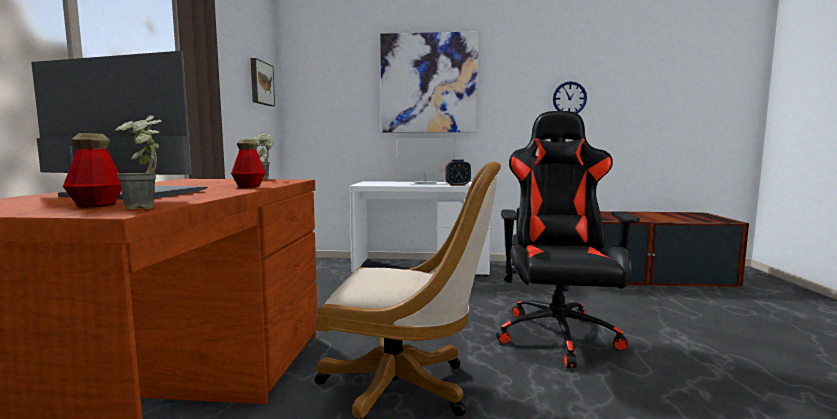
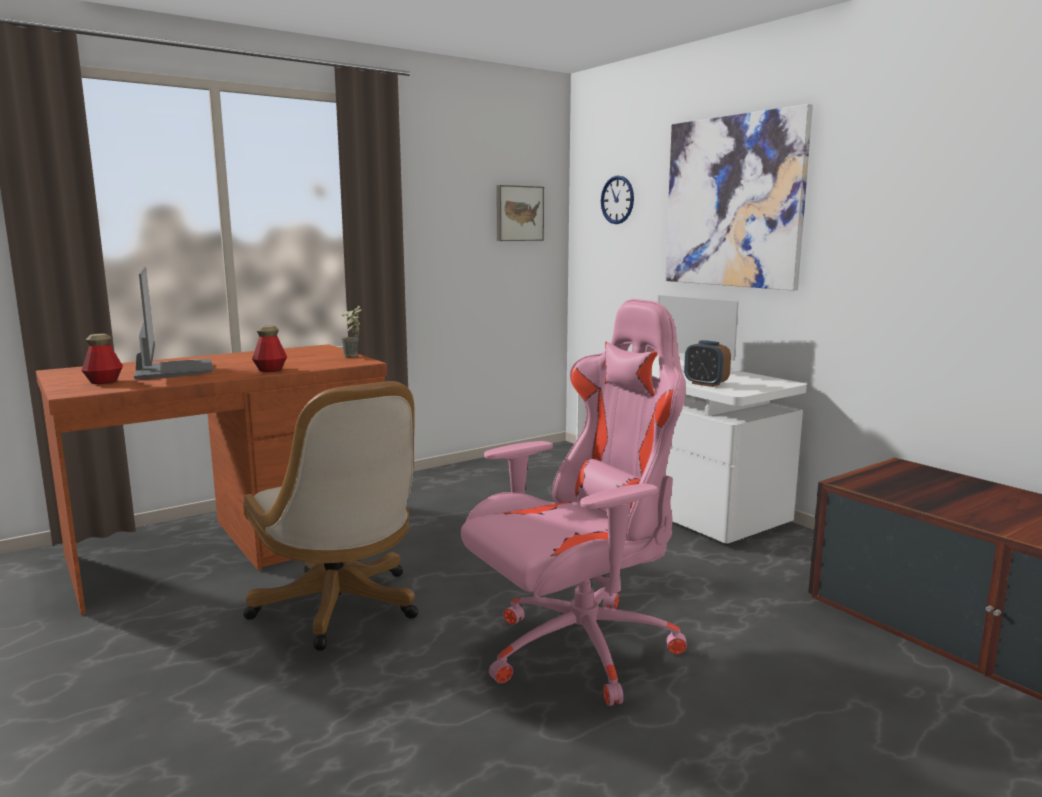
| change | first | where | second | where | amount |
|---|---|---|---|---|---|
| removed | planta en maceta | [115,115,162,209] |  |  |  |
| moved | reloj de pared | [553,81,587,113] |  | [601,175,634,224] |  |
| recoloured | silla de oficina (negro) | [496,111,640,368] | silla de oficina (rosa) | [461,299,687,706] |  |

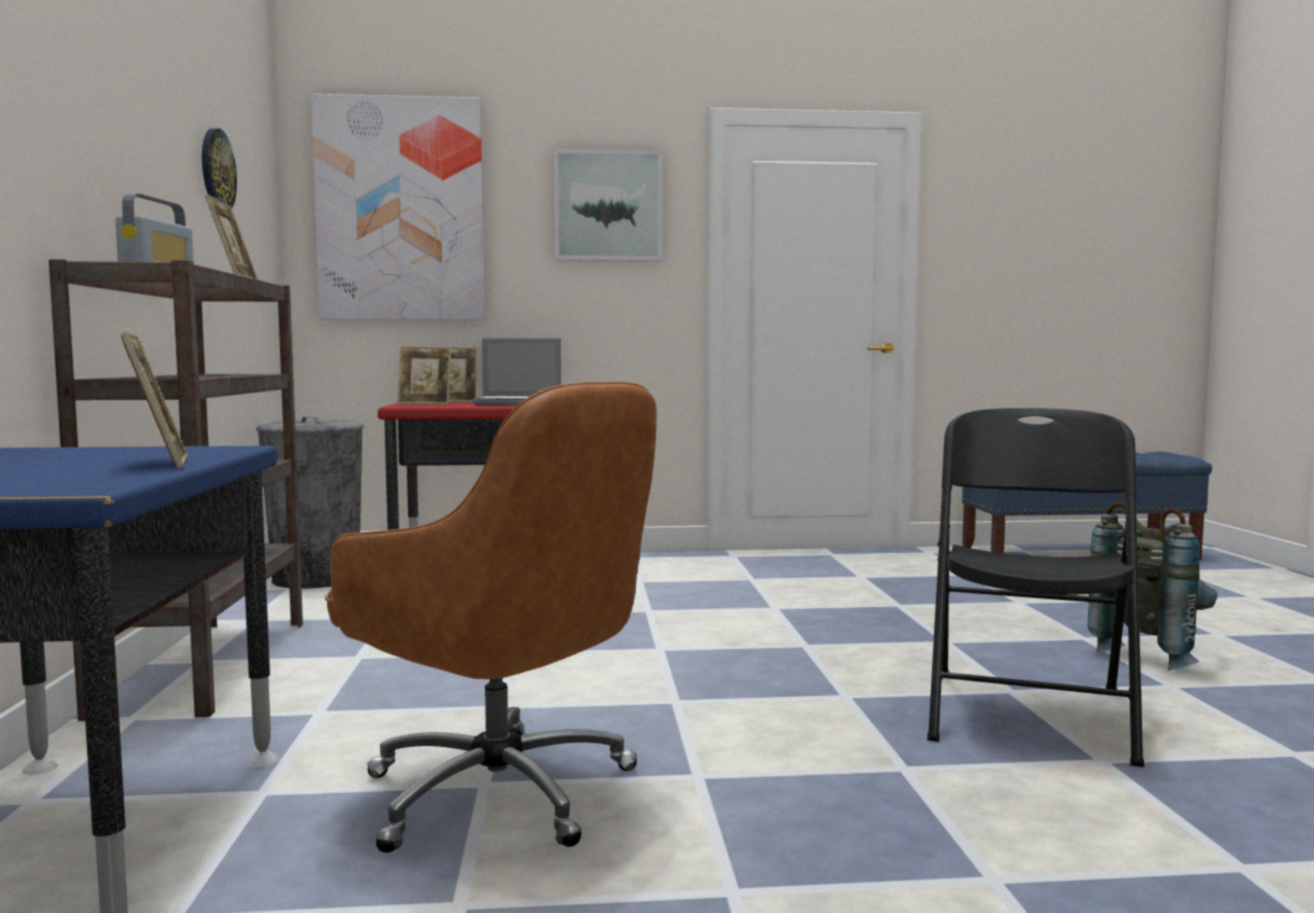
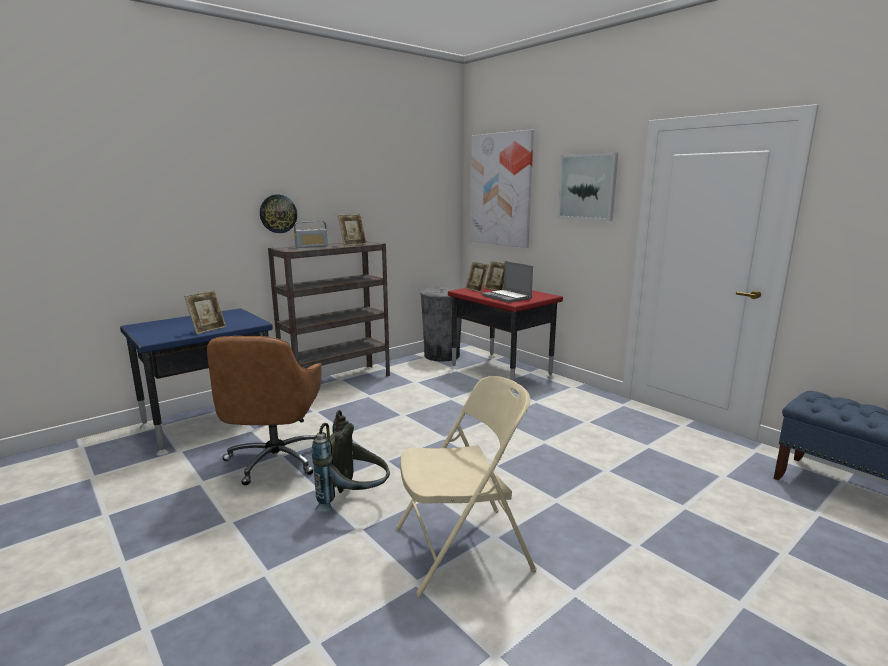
| change | first | where | second | where | amount |
|---|---|---|---|---|---|
| moved | reloj de pared | [202,128,237,208] |  | [260,195,297,233] |  |
| moved | mochila (gris) | [1088,502,1217,671] |  | [312,410,390,512] |  |
| recoloured | silla (negro) | [927,408,1144,767] | silla (beis) | [396,376,536,598] |  |

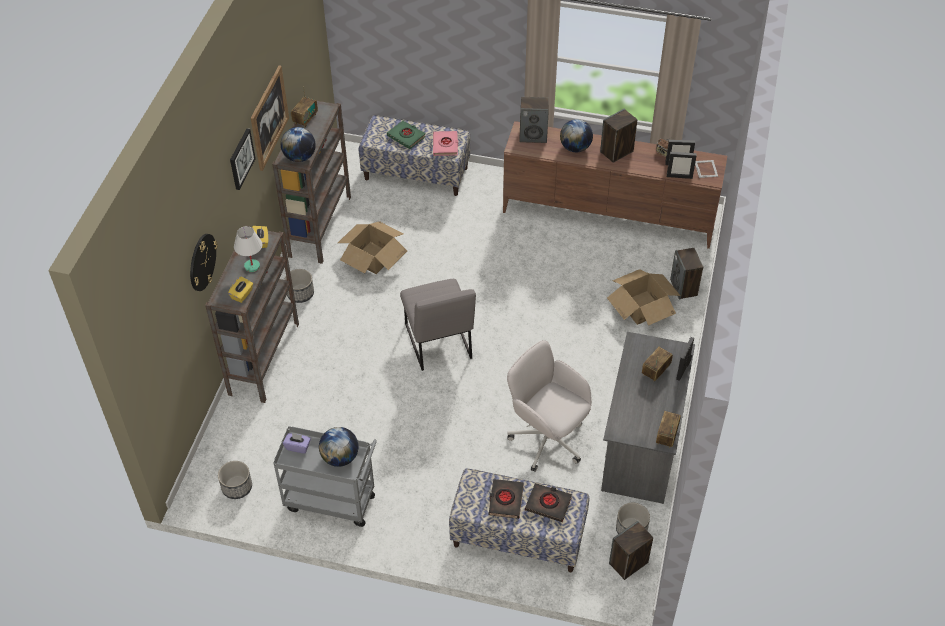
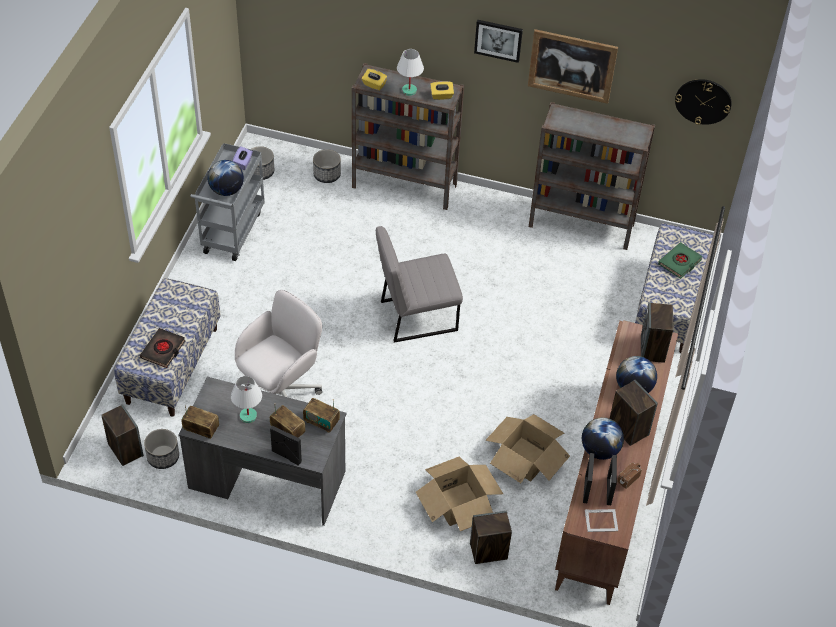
| change | first | where | second | where | amount |
|---|---|---|---|---|---|
| removed | libro (rosa) | [433,131,458,156] |  |  |  |
| removed | libro (negro) | [489,479,524,519] |  |  |  |
| added |  |  | lámpara de mesa (blanco) | [231,376,262,423] |  |
| moved | reloj de pared | [190,234,218,291] |  | [675,79,732,125] |  |
| moved | globo terráqueo | [281,127,316,162] |  | [582,417,624,460] |  |
| moved | maceta | [284,269,314,303] |  | [313,149,341,183] |  |
| moved | radio | [291,87,318,127] |  | [303,398,340,433] |  |
| moved | caja de cartón | [338,221,407,274] |  | [485,414,570,483] |  |

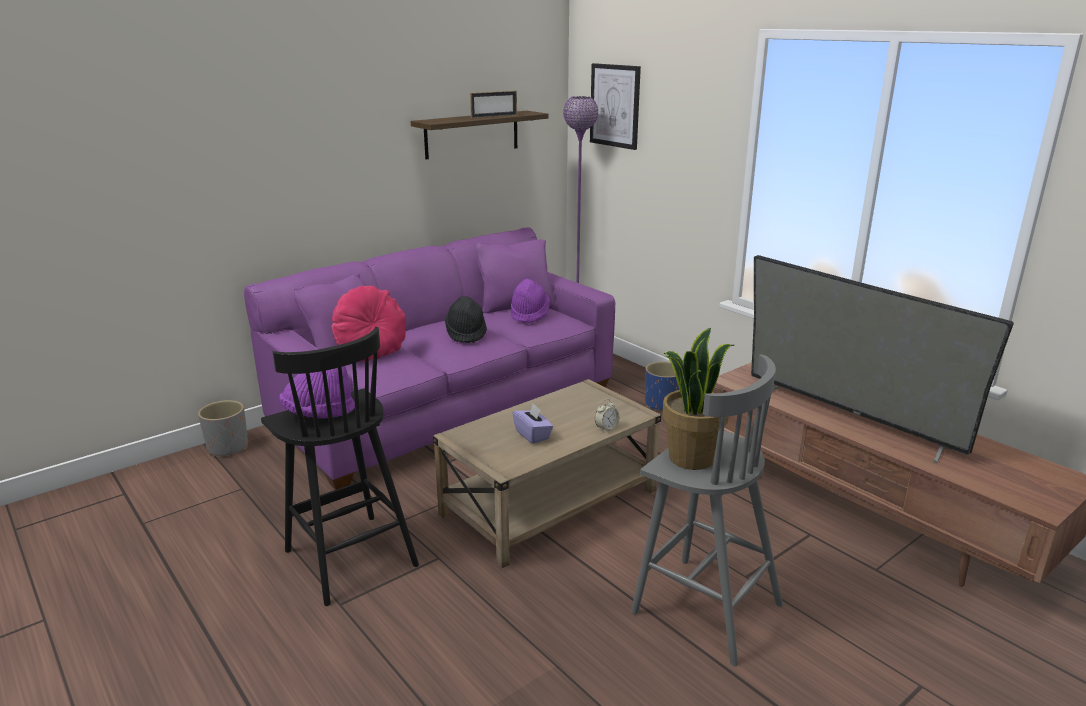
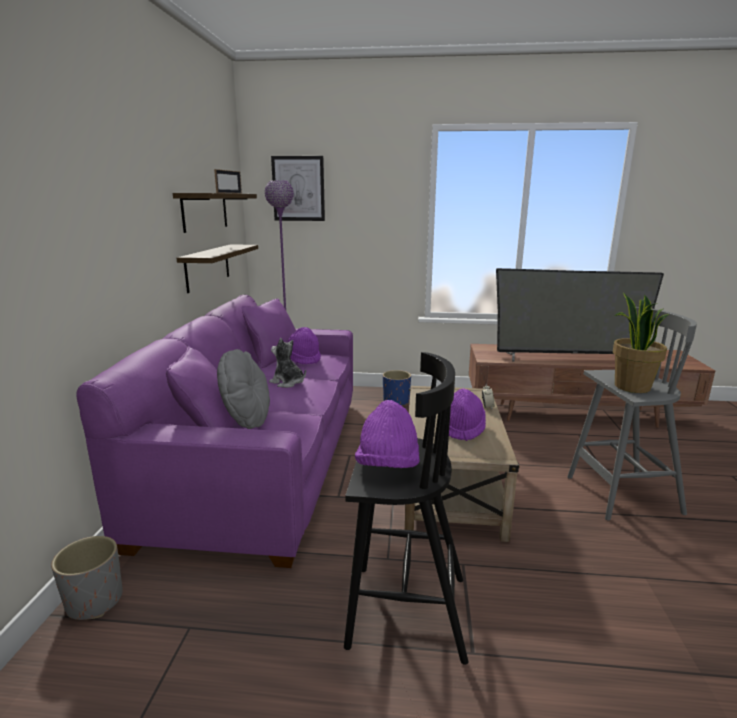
| change | first | where | second | where | amount |
|---|---|---|---|---|---|
| added |  |  | estante | [177,244,258,293] |  |
| replaced | sombrero (negro) | [445,296,487,343] | peluche | [269,338,306,388] |  |
| replaced | caja de pañuelos (morado) | [512,404,553,444] | sombrero (morado) | [449,389,486,441] |  |
| recoloured | cojín (rosa) | [331,286,406,362] | cojín (gris) | [217,349,270,429] |  |

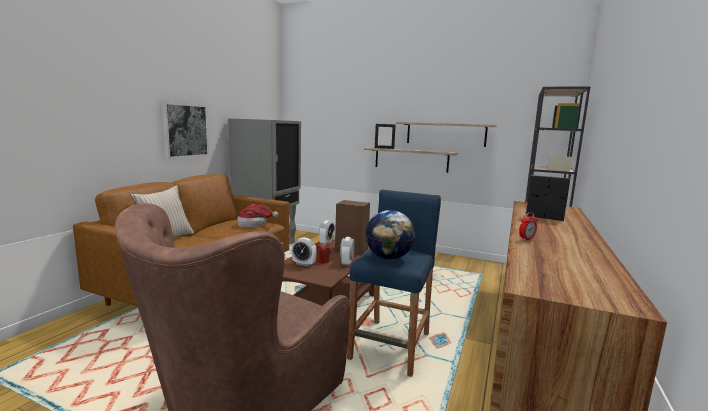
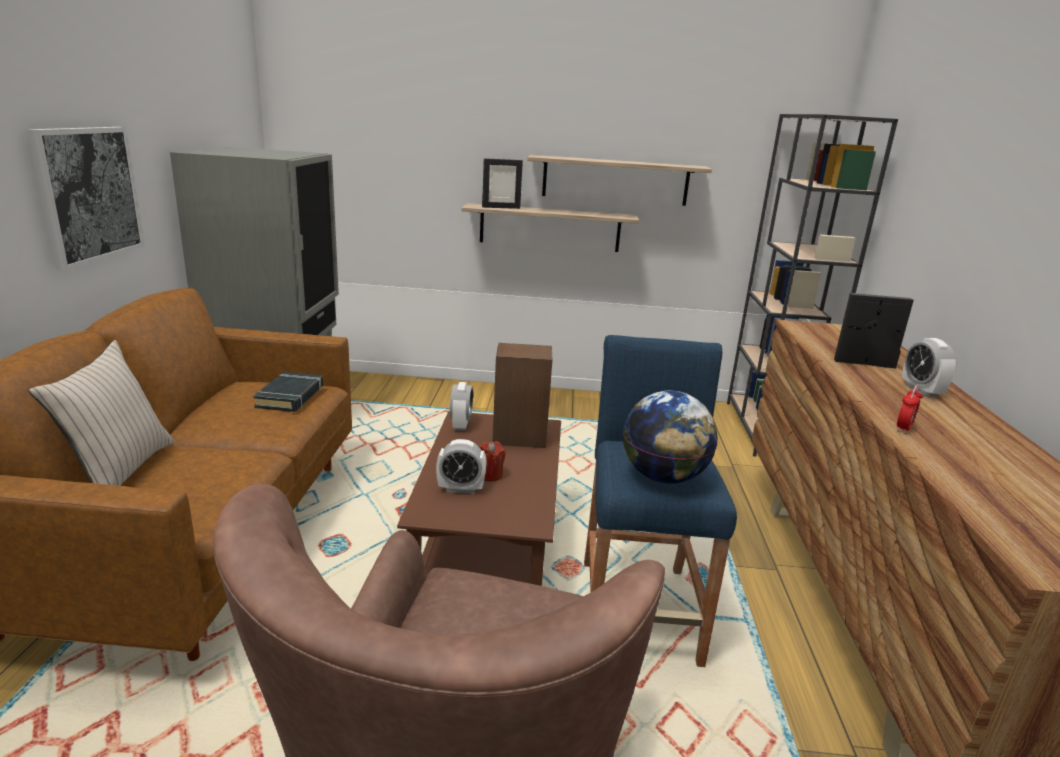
| change | first | where | second | where | amount |
|---|---|---|---|---|---|
| moved | despertador | [340,237,355,266] |  | [902,338,956,397] |  |
| replaced | sombrero | [237,204,279,228] | libro (negro) | [253,372,323,412] |  |

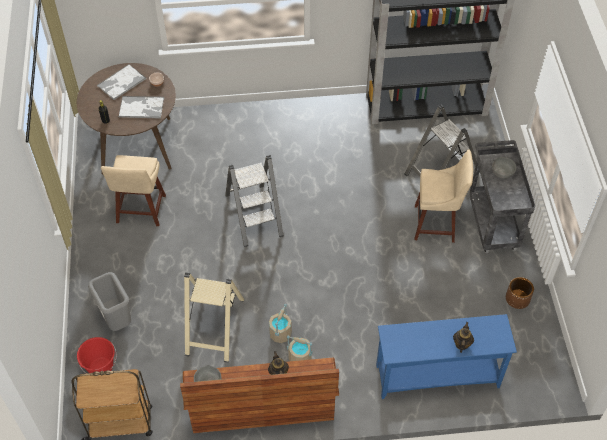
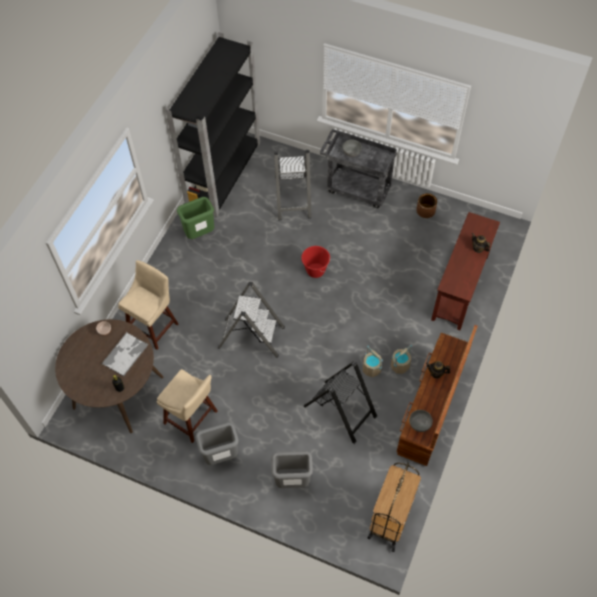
| change | first | where | second | where | amount |
|---|---|---|---|---|---|
| removed | bandeja | [97,64,146,100] |  |  |  |
| added |  |  | papelera (verde) | [177,197,214,239] |  |
| added |  |  | papelera (gris) | [195,422,239,465] |  |
| moved | cubo (rojo) | [77,337,117,374] |  | [301,246,330,278] |  |
| moved | silla (beis) | [415,150,473,243] |  | [118,260,178,350] |  |
| recoloured | escalera de tijera (beis) | [184,272,244,363] | escalera de tijera (negro) | [303,361,377,444] |  |
| recoloured | mesa consola (azul) | [376,314,517,399] | mesa consola (marrón) | [431,212,500,330] |  |

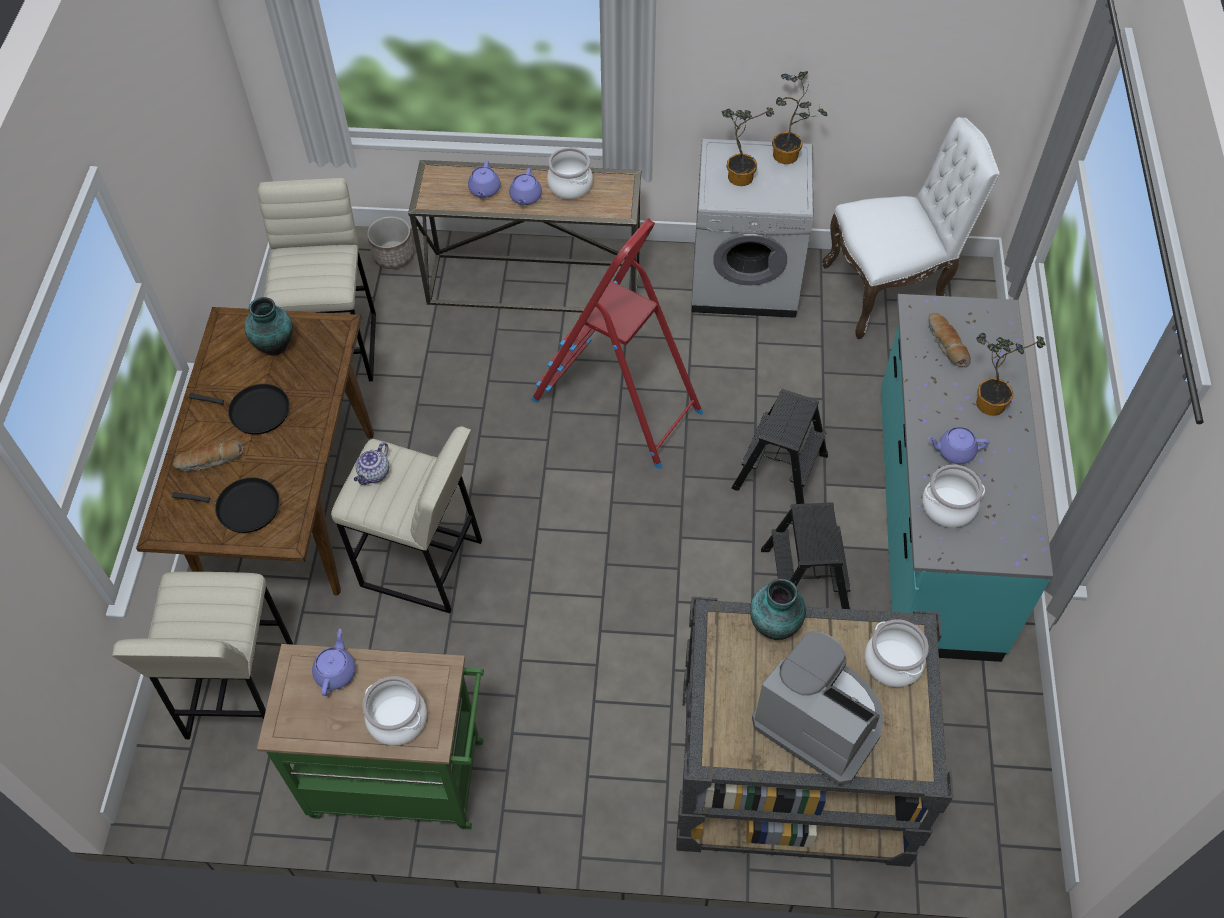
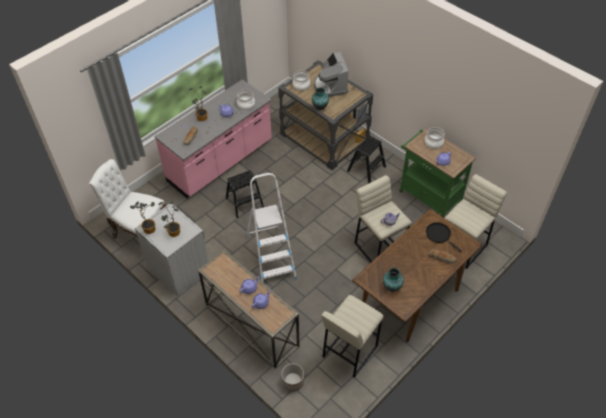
| change | first | where | second | where | amount |
|---|---|---|---|---|---|
| removed | sartén (negro) | [188,384,289,435] |  |  |  |
| removed | olla | [547,147,593,199] |  |  |  |
| moved | escalera de tijera (negro) | [761,502,851,609] |  | [347,135,386,183] |  |
| recoloured | escalera de tijera (rojo) | [531,218,703,469] | escalera de tijera (blanco) | [246,173,297,283] |  |
| recoloured | mueble bajo de cocina (turquesa) | [881,294,1053,662] | mueble bajo de cocina (rosa) | [154,79,272,198] |  |

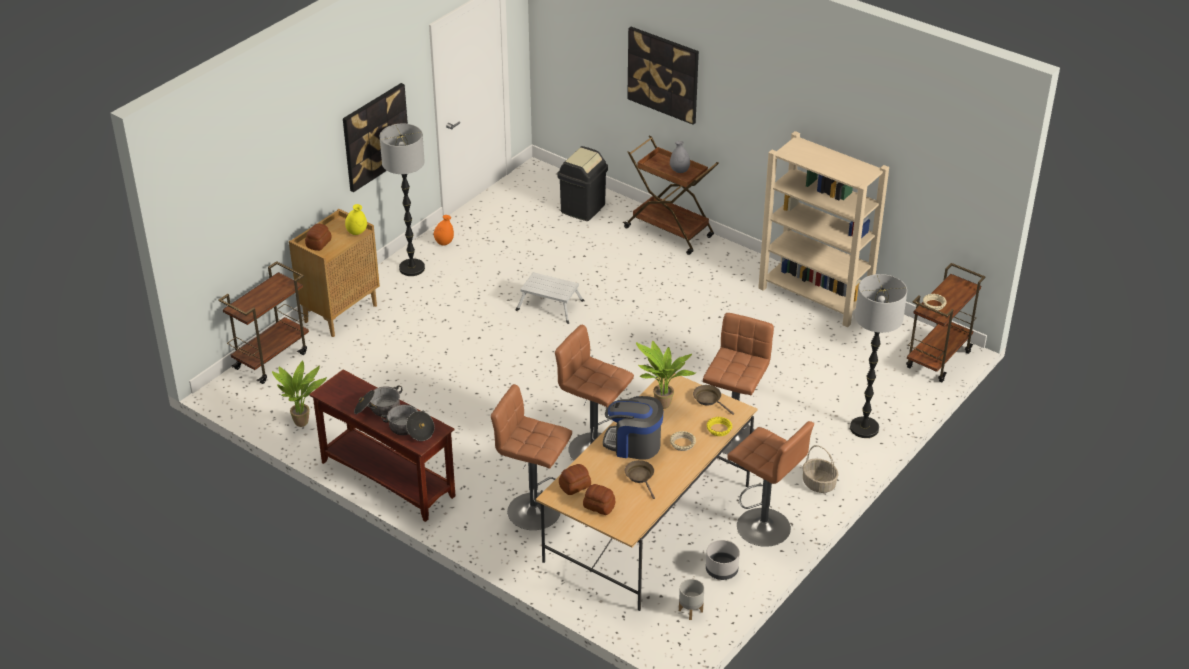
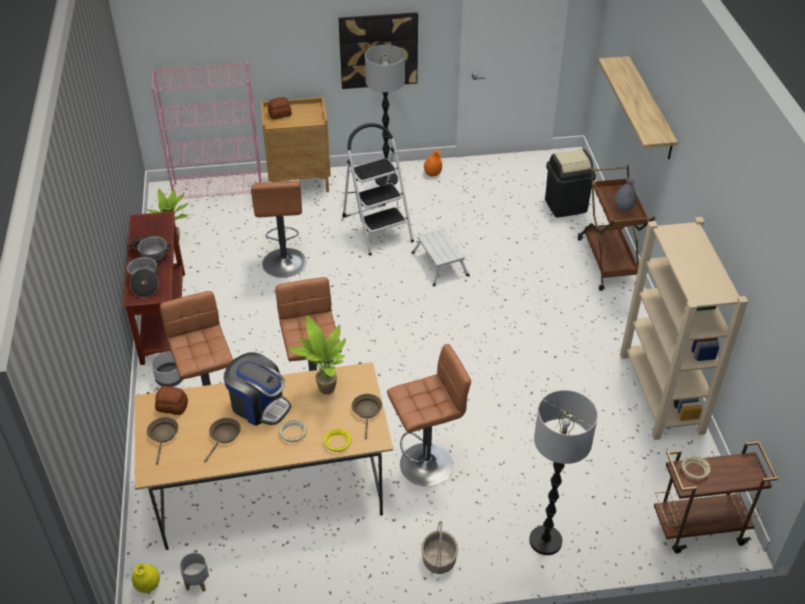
| change | first | where | second | where | amount |
|---|---|---|---|---|---|
| added |  |  | escalera de tijera | [342,123,414,256] |  |
| moved | florero (amarillo) | [345,204,367,235] |  | [132,564,160,593] |  |
| moved | maceta (gris) | [706,540,740,580] |  | [152,351,183,387] |  |
| moved | taburete (marrón) | [727,421,814,547] |  | [251,181,307,278] |  |
| replaced | carrito (marrón) | [218,261,309,384] | estantería (rosa) | [151,62,262,199] |  |
| replaced | pan | [583,484,615,515] | sartén (marrón) | [147,417,178,465] |  |
| replaced | cuadro | [627,27,699,125] | estante | [598,56,678,159] |  |
| turned | cafetera | [603,396,663,460] |  | [224,352,291,426] | 150 degrees clockwise |

